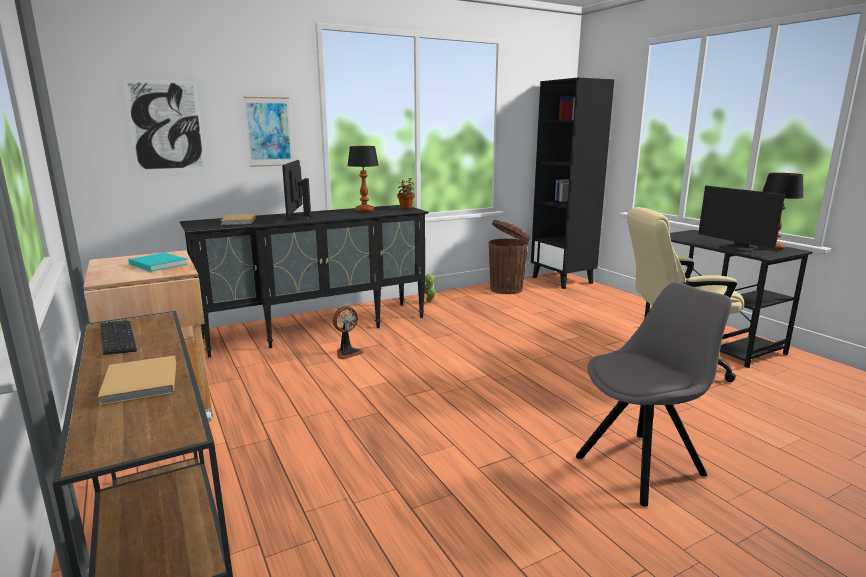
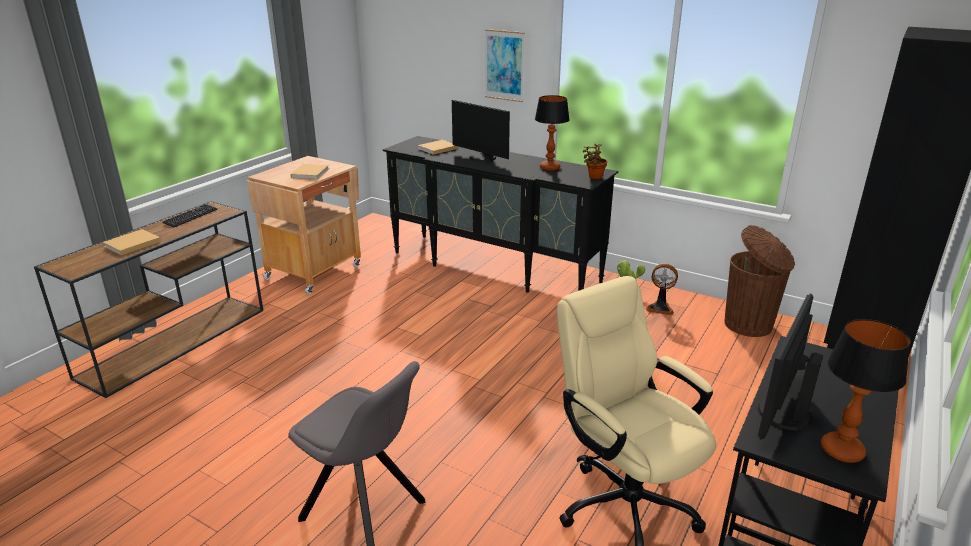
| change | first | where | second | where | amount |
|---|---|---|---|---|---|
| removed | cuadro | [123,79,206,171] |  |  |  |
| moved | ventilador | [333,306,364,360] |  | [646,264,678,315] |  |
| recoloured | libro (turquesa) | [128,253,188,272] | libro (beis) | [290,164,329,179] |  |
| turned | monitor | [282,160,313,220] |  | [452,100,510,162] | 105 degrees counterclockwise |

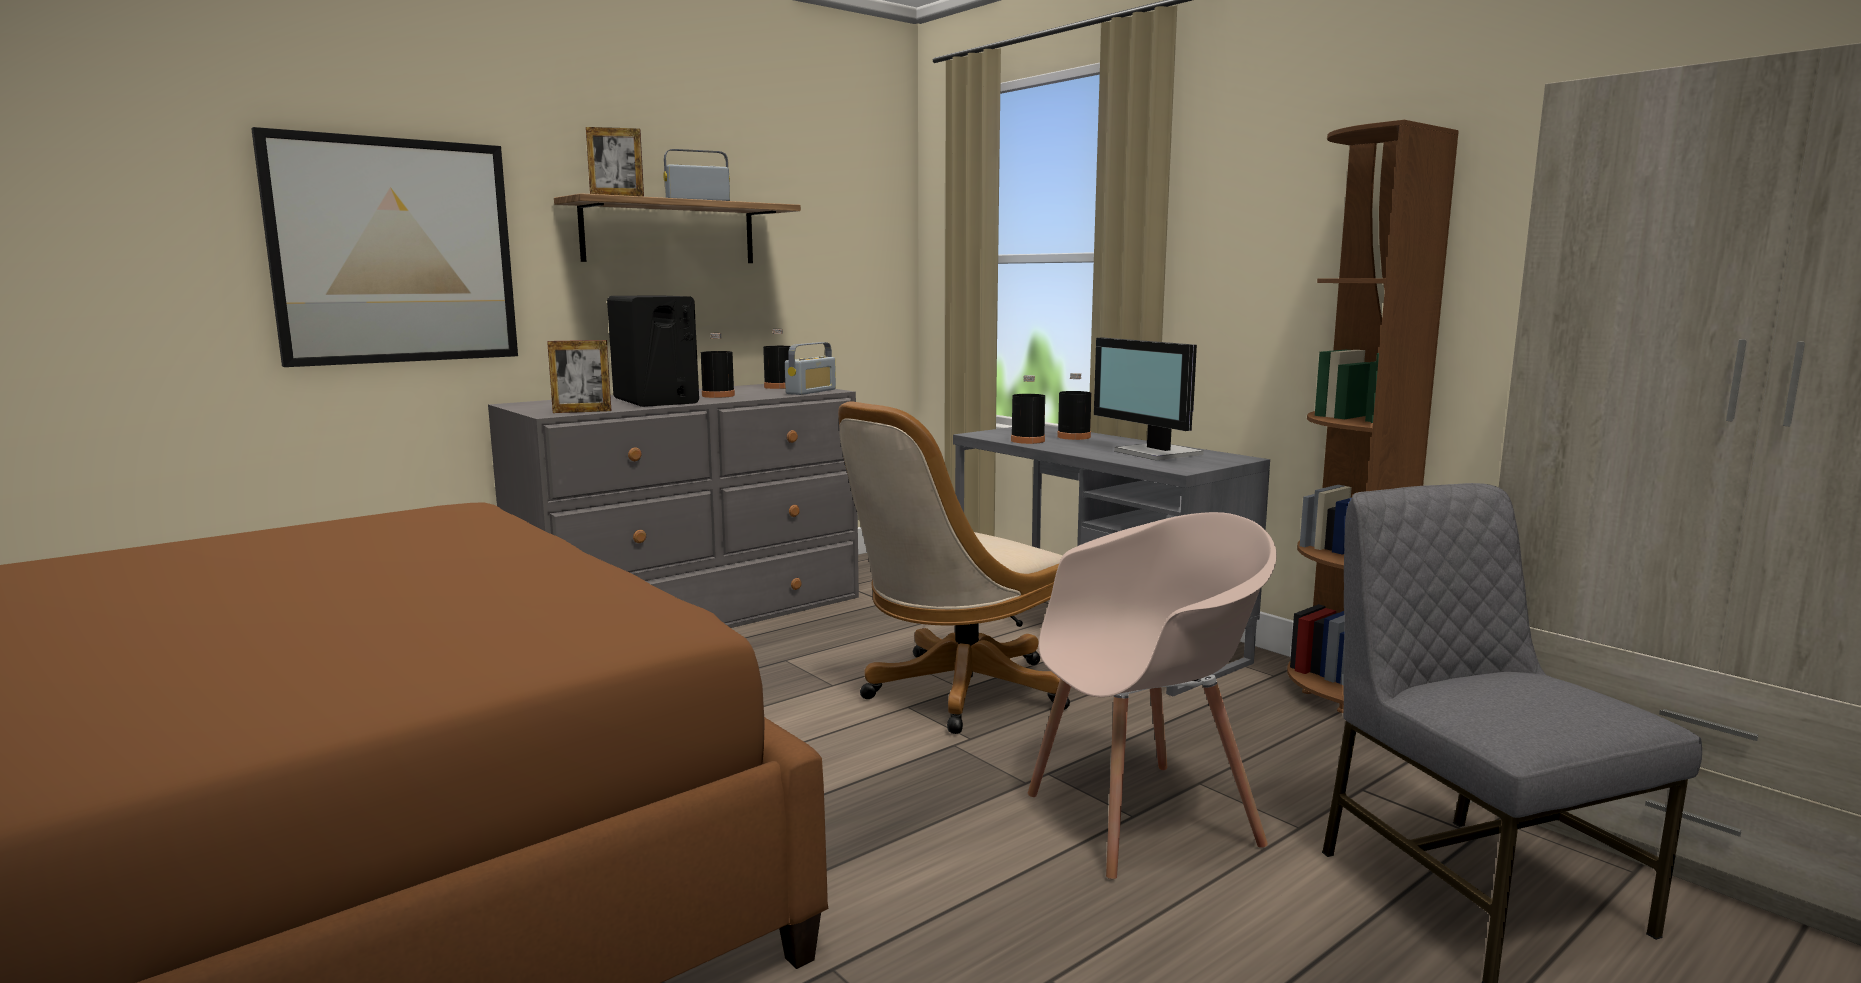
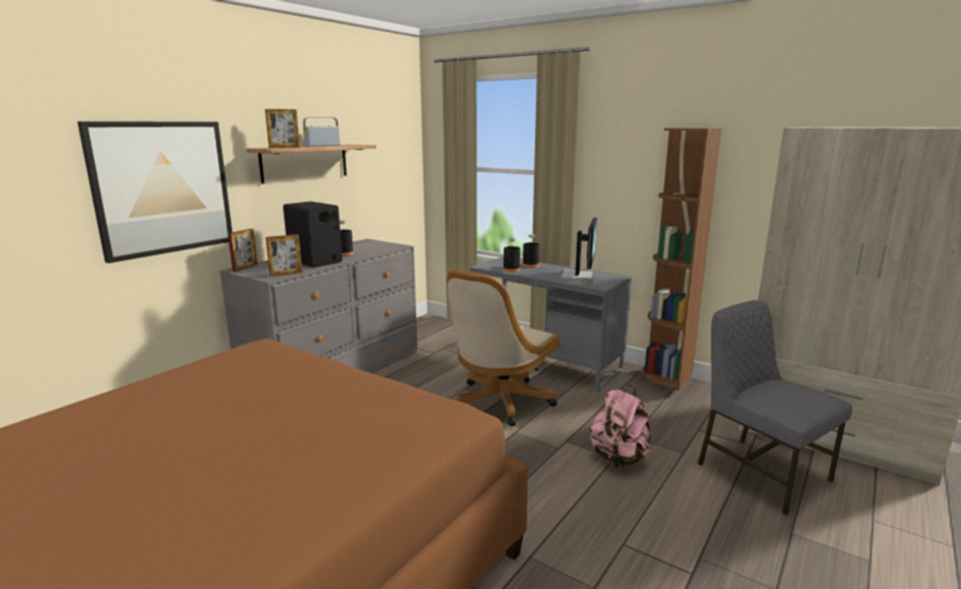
| change | first | where | second | where | amount |
|---|---|---|---|---|---|
| removed | botella (negro) | [763,329,790,389] |  |  |  |
| removed | radio | [785,342,836,395] |  |  |  |
| added |  |  | portarretratos | [228,229,258,272] |  |
| replaced | silla (beis) | [1028,512,1277,879] | mochila (rosa) | [590,385,650,468] |  |
| turned | monitor | [1094,338,1203,460] |  | [561,217,597,281] | 120 degrees counterclockwise |

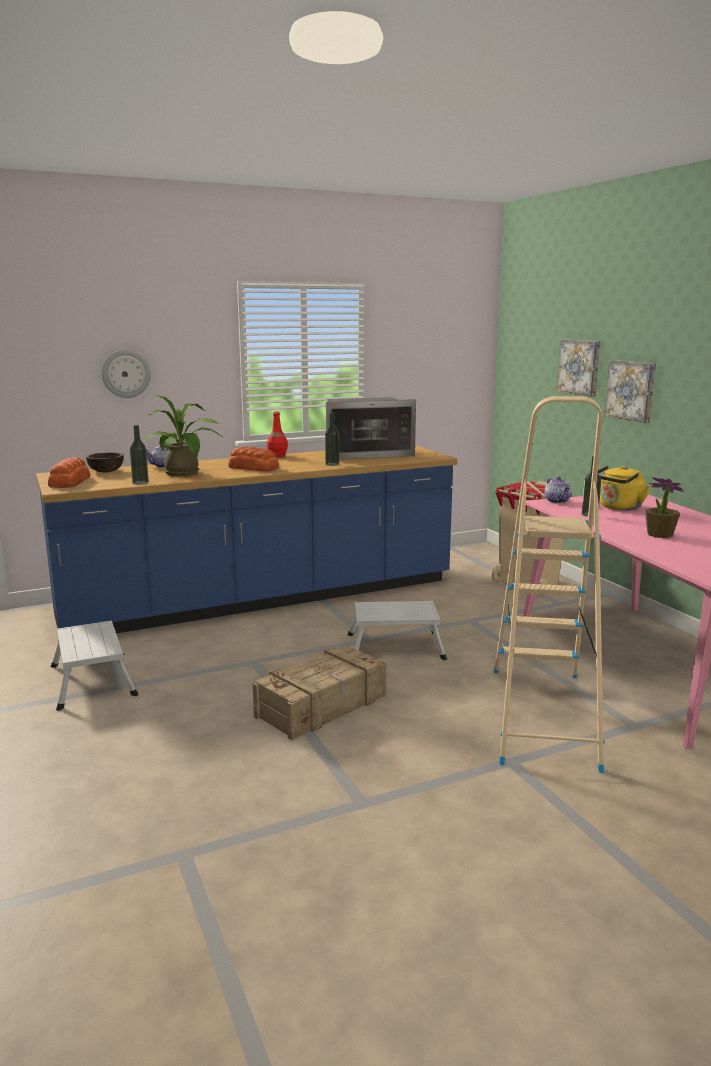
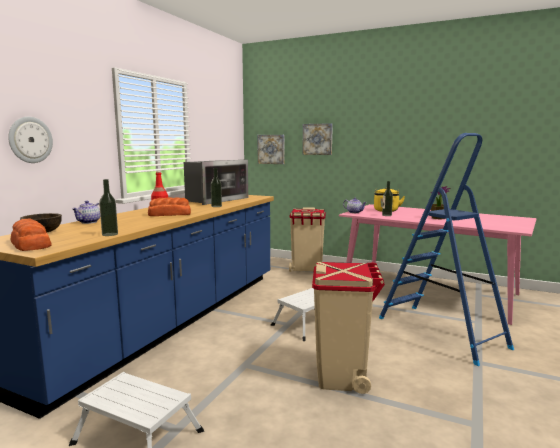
| change | first | where | second | where | amount |
|---|---|---|---|---|---|
| removed | planta en maceta | [142,394,224,476] |  |  |  |
| moved | cuadro | [604,360,656,423] |  | [257,135,285,164] |  |
| replaced | caja de embalaje | [253,645,386,740] | papelera (beis) | [312,262,385,394] |  |
| recoloured | escalera de tijera (beis) | [494,396,604,773] | escalera de tijera (azul) | [379,133,514,366] |  |

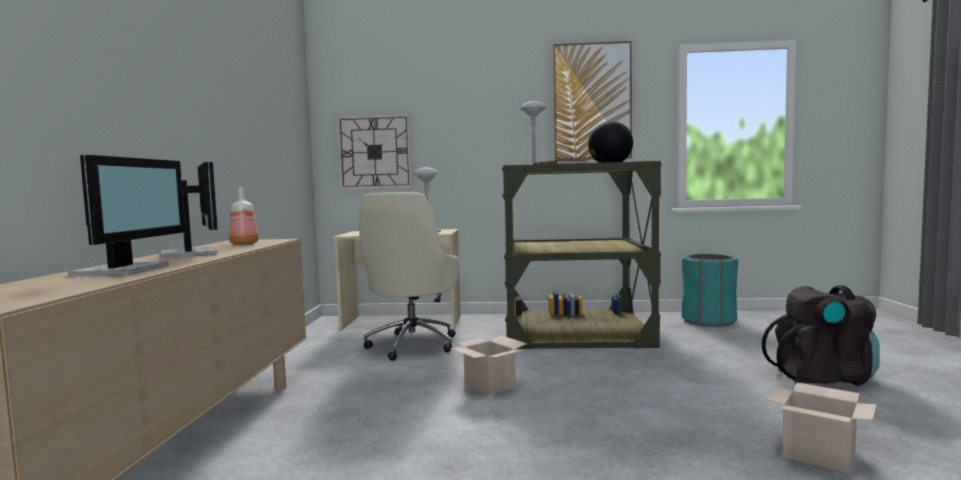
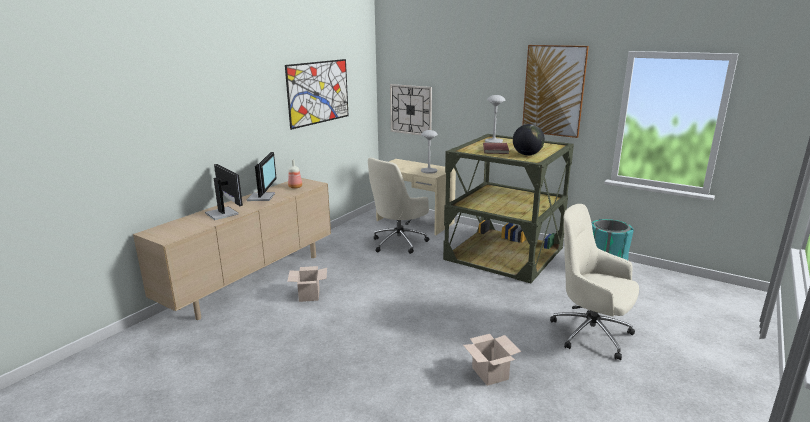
| change | first | where | second | where | amount |
|---|---|---|---|---|---|
| added |  |  | cuadro | [285,59,348,130] |  |
| moved | caja de cartón | [450,335,527,395] |  | [287,266,327,302] |  |
| replaced | mochila (negro) | [761,285,880,386] | silla de oficina (beis) | [550,204,639,360] |  |
| turned | monitor | [68,155,185,276] |  | [205,164,243,220] | 75 degrees counterclockwise |

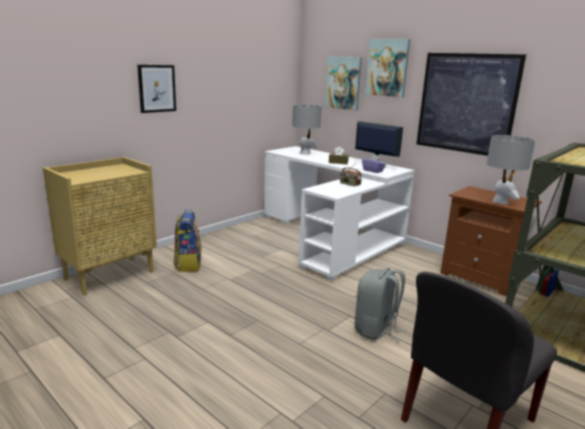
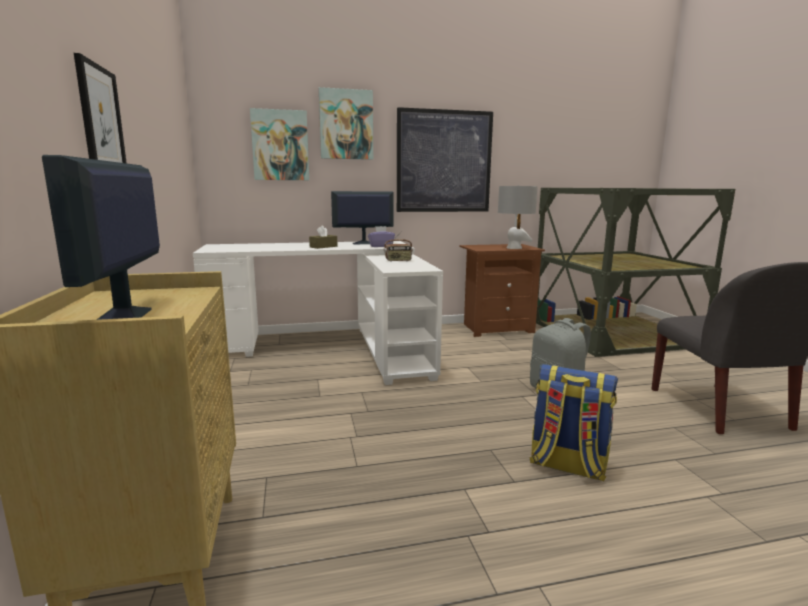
| change | first | where | second | where | amount |
|---|---|---|---|---|---|
| removed | lámpara de mesa (gris) | [292,105,322,155] |  |  |  |
| added |  |  | monitor | [42,155,160,320] |  |
| moved | mochila | [174,210,202,272] |  | [529,364,618,482] |  |

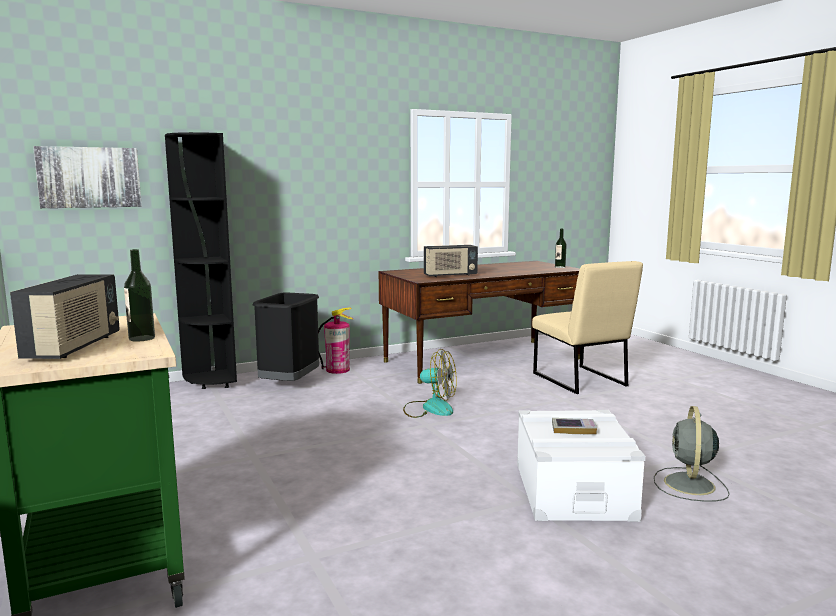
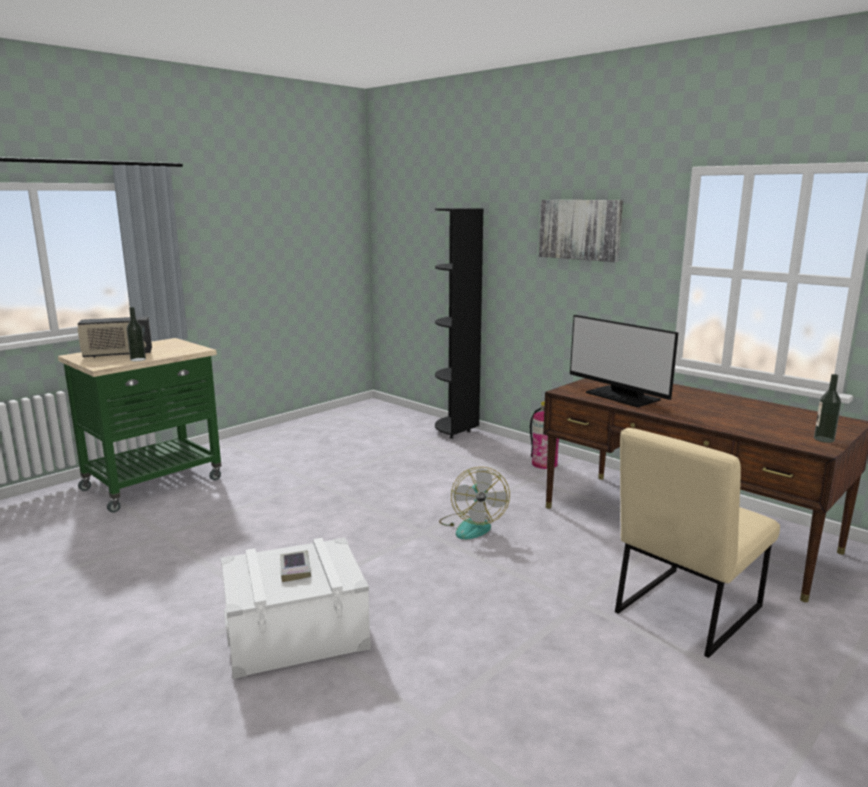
| change | first | where | second | where | amount |
|---|---|---|---|---|---|
| removed | papelera (negro) | [252,293,319,381] |  |  |  |
| removed | ventilador (gris) | [654,406,730,502] |  |  |  |
| moved | cuadro | [33,146,142,208] |  | [539,200,623,262] |  |
| replaced | radio | [424,245,478,277] | monitor | [570,315,679,407] |  |

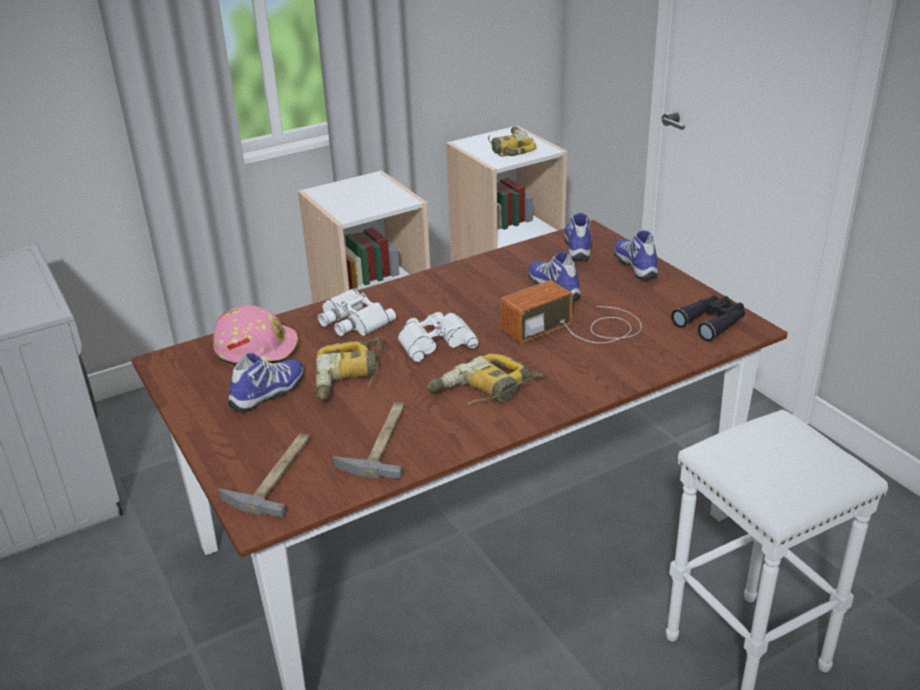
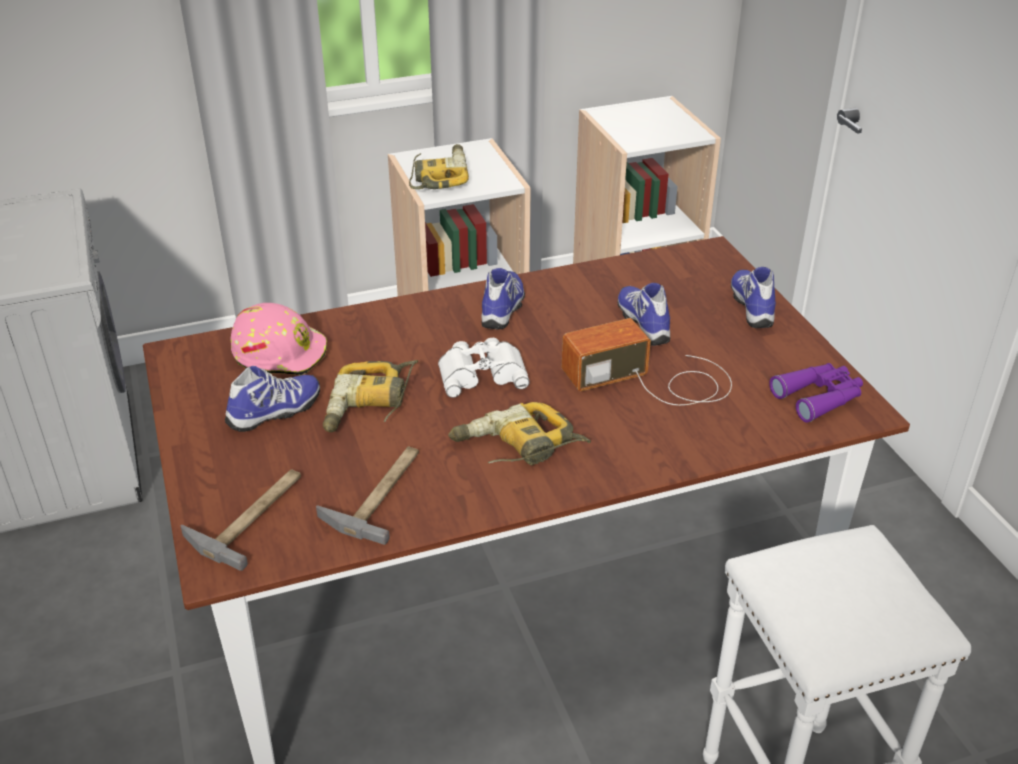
| change | first | where | second | where | amount |
|---|---|---|---|---|---|
| removed | prismáticos (blanco) | [318,289,396,336] |  |  |  |
| moved | taladro | [488,126,537,156] |  | [409,144,469,189] |  |
| moved | zapato | [564,213,593,261] |  | [482,268,525,330] |  |
| recoloured | prismáticos (negro) | [671,296,745,341] | prismáticos (morado) | [769,363,863,423] |  |

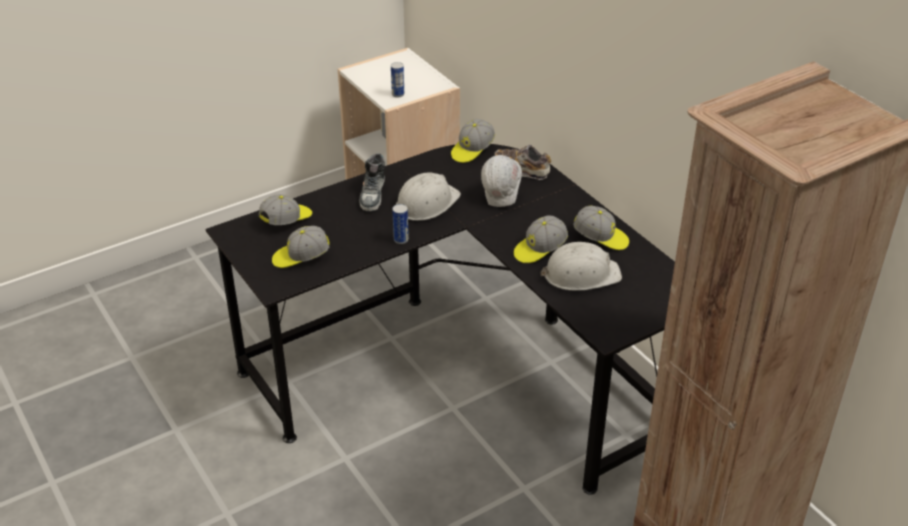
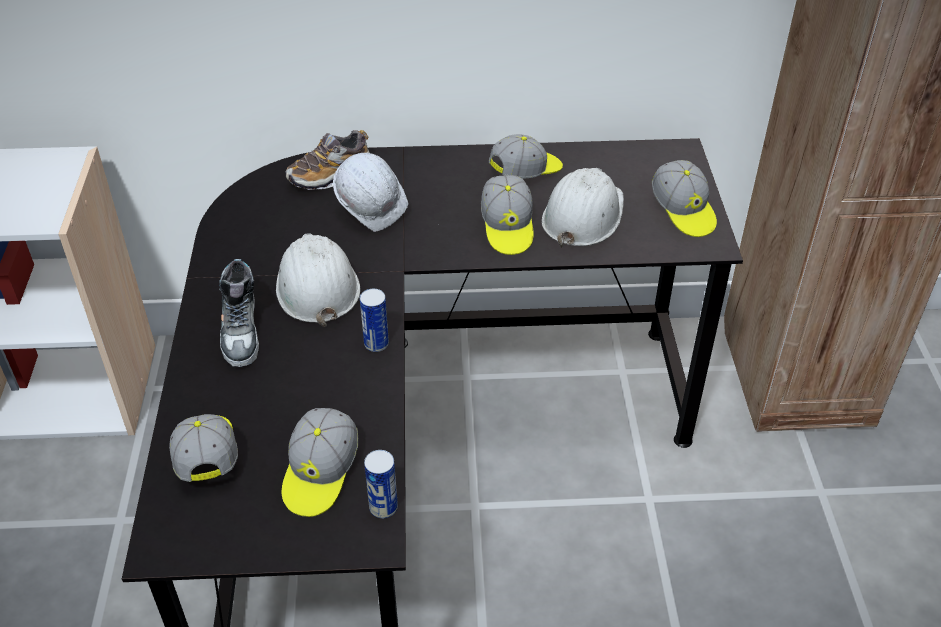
| change | first | where | second | where | amount |
|---|---|---|---|---|---|
| moved | lata | [391,62,404,97] |  | [364,450,398,518] |  |
| moved | gorra | [451,119,495,163] |  | [652,160,717,237] |  |
| turned | zapato | [359,153,385,211] |  | [219,259,259,367] | 45 degrees clockwise |

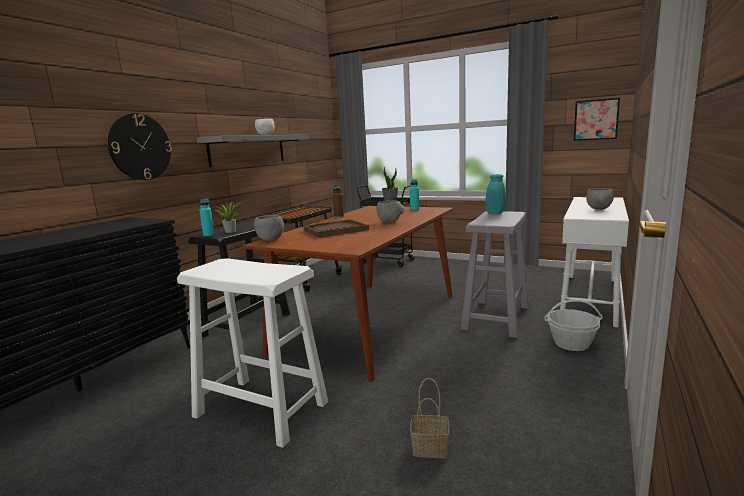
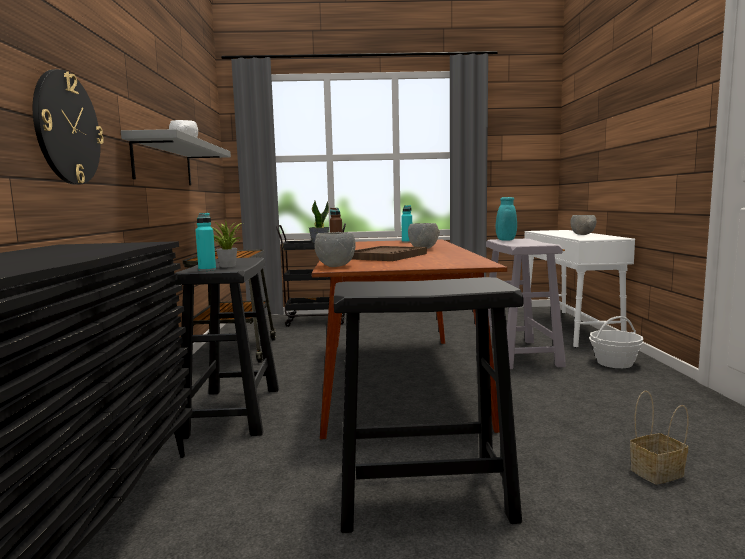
| change | first | where | second | where | amount |
|---|---|---|---|---|---|
| removed | cuadro | [574,98,620,141] |  |  |  |
| recoloured | taburete (blanco) | [177,258,328,448] | taburete (negro) | [334,277,523,533] |  |

